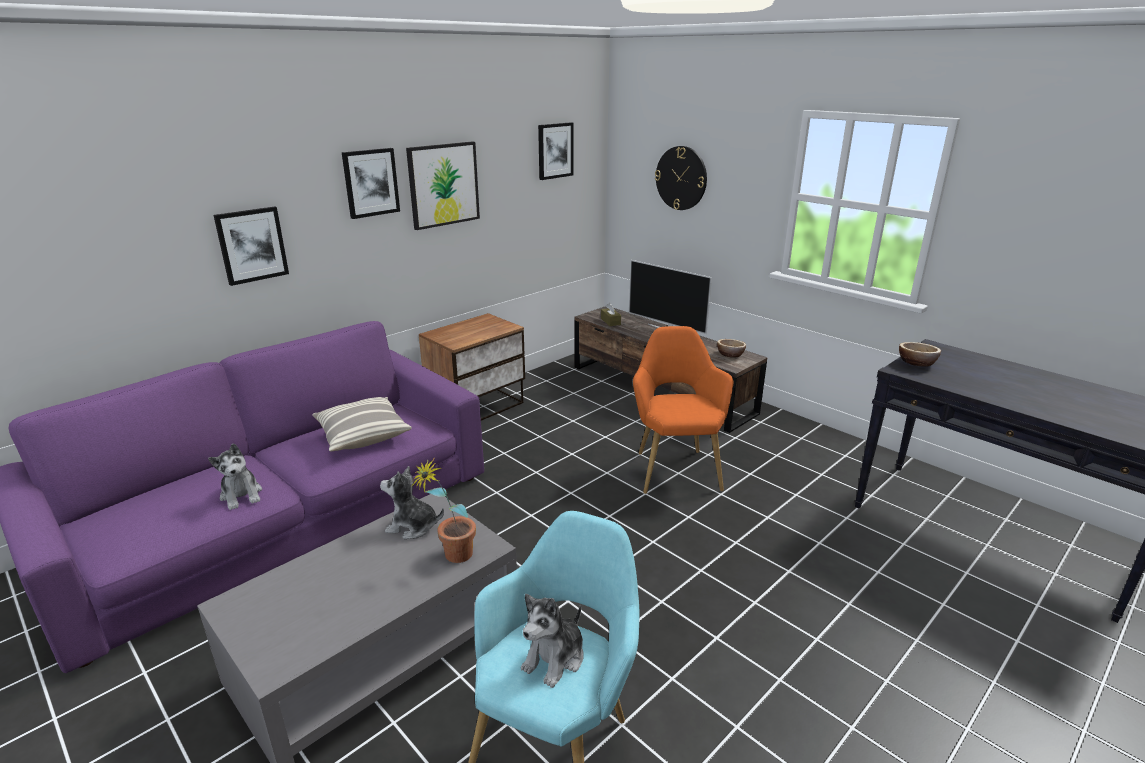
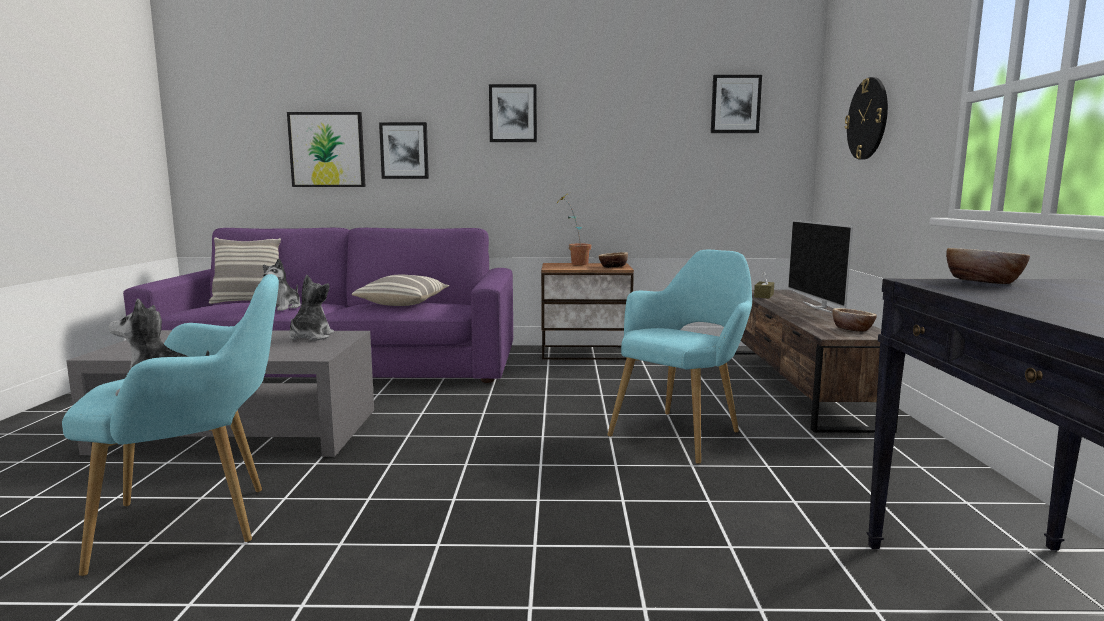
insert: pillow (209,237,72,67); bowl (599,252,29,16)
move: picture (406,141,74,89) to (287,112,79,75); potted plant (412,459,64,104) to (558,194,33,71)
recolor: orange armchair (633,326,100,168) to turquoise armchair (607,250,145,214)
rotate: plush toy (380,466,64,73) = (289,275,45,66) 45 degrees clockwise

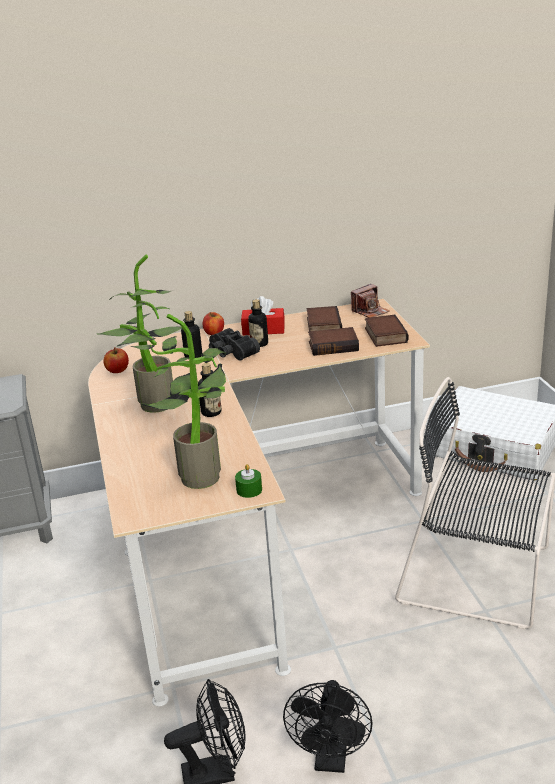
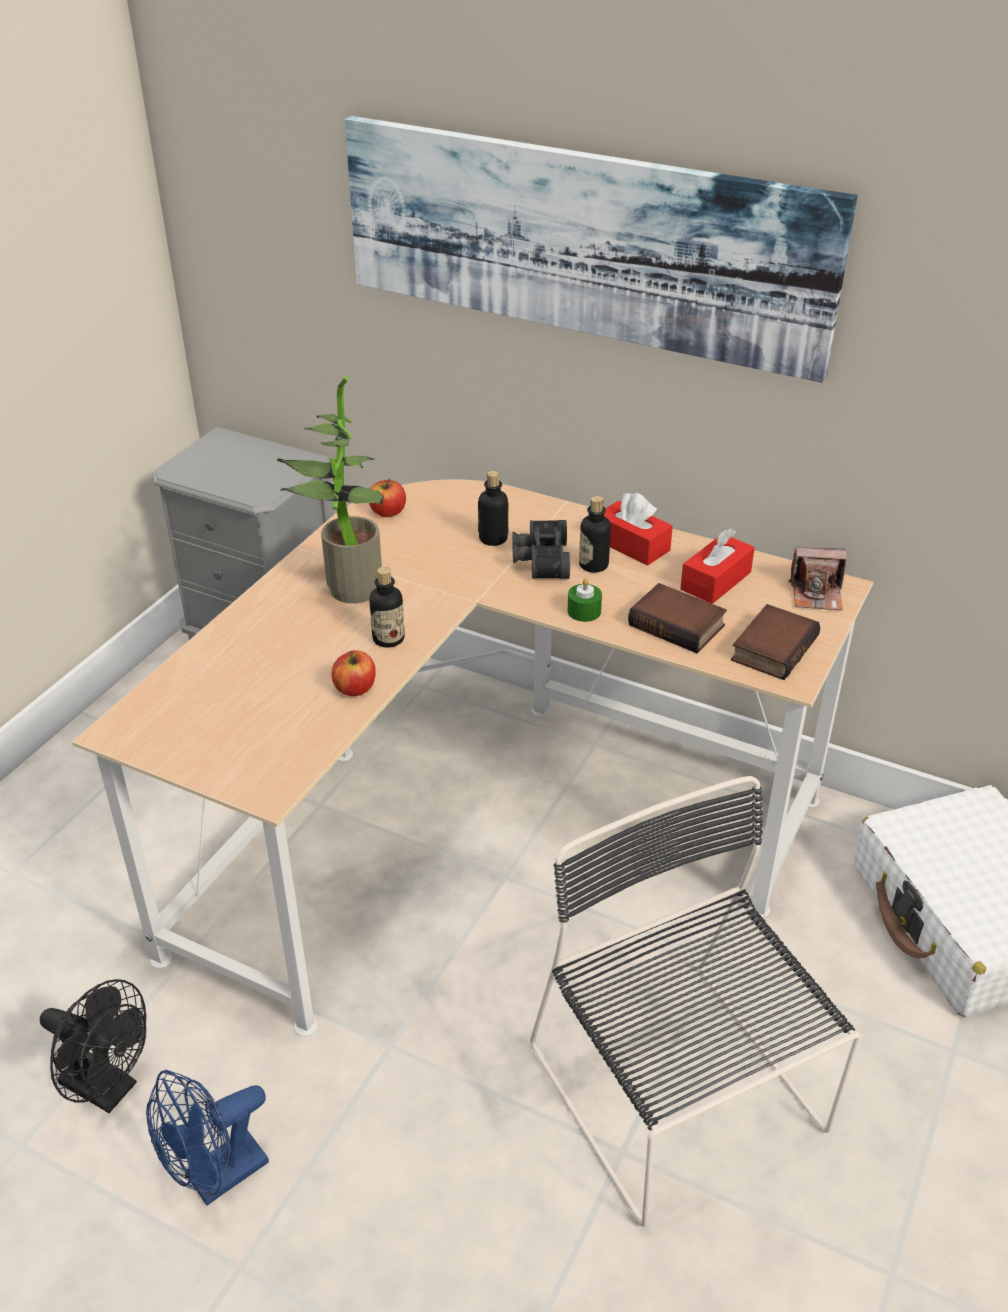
delete: potted plant (130,314,96,175)
insert: picture (345,116,512,267)
move: apple (202,312,22,23) to (332,650,44,46); green candle (235,464,27,34) to (568,578,34,44)
replace: book (307,306,35,25) to red tissue box (680,528,75,76)
recolor: black fan (283,680,90,93) to blue fan (146,1070,123,135)

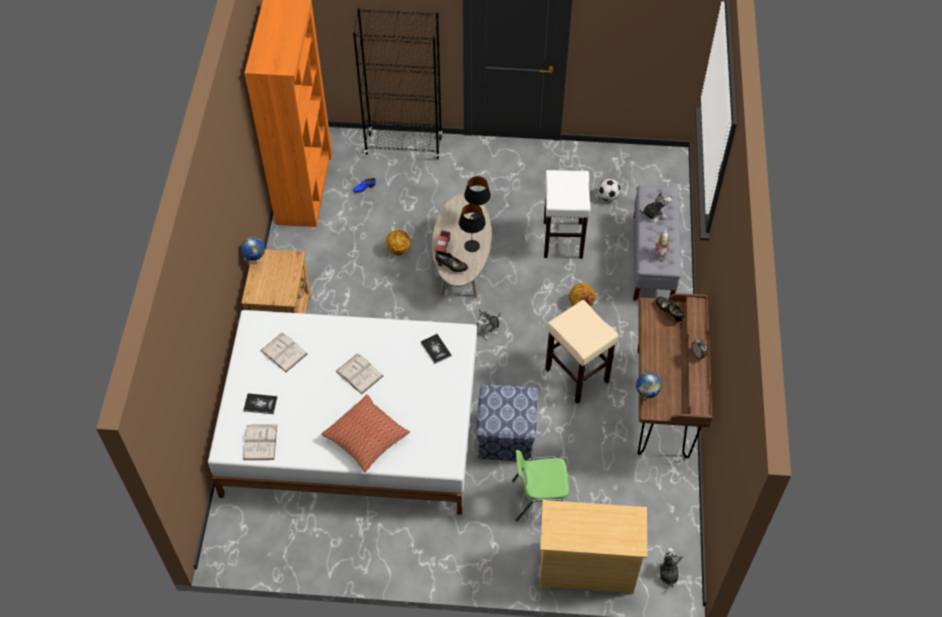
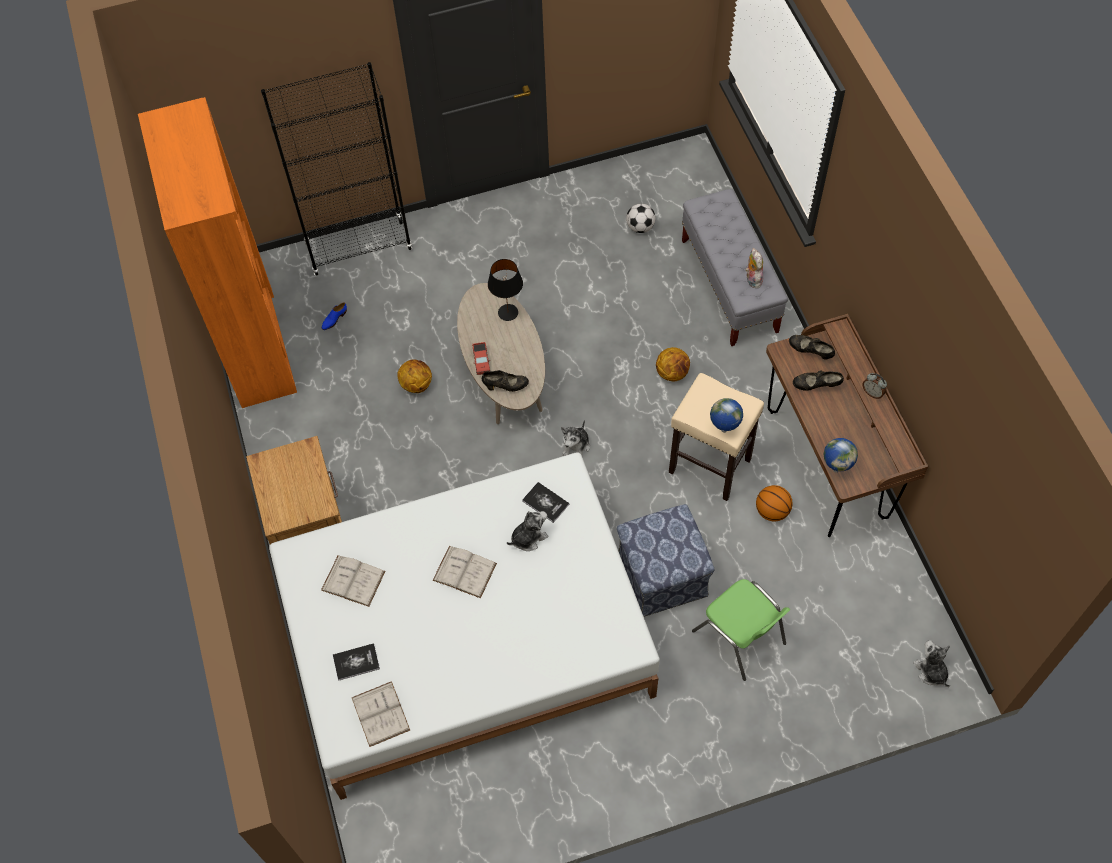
delete: pillow (321,394,89,78); black table lamp (459,204,27,48); beige dresser (540,500,107,94); white stool (544,170,47,89)
insert: basketball (756,485,37,36); black shoe (793,370,51,21)
move: plush toy (639,192,33,30) to (507,511,41,40); globe (241,237,24,27) to (710,398,33,35)
rotate: green chair (512,450,57,71) = (692,579,98,102) 105 degrees counterclockwise

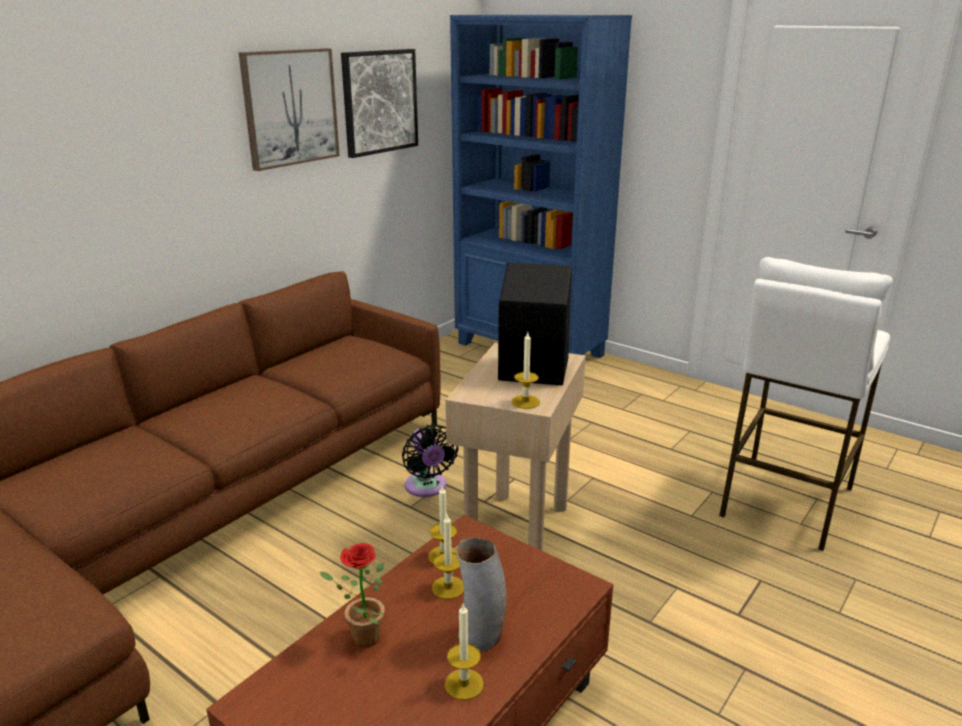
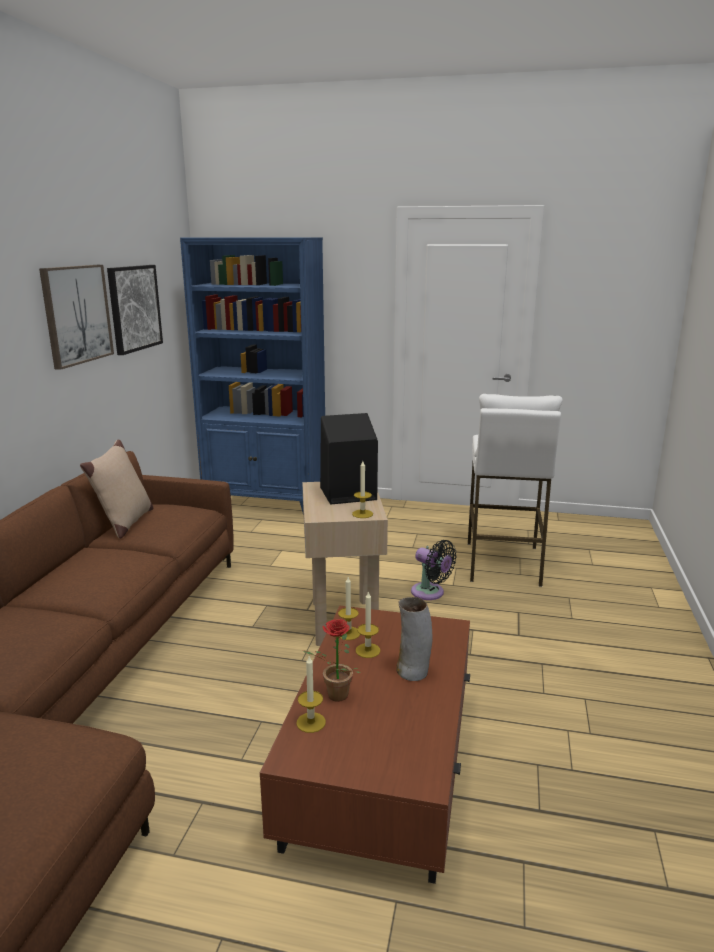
insert: beige pillow (80,439,74,100)
move: candle (445,604,39,96) to (296,656,30,77); black fan (402,425,57,72) to (411,540,46,60)

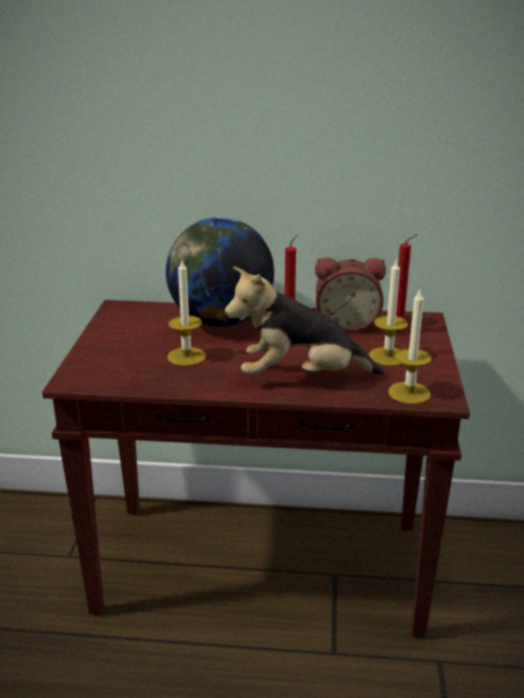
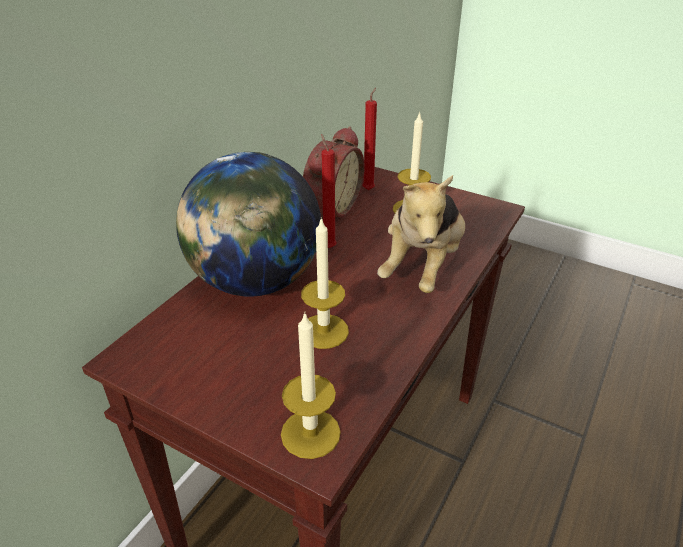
move: candle (388,290,44,114) to (281,313,60,146)

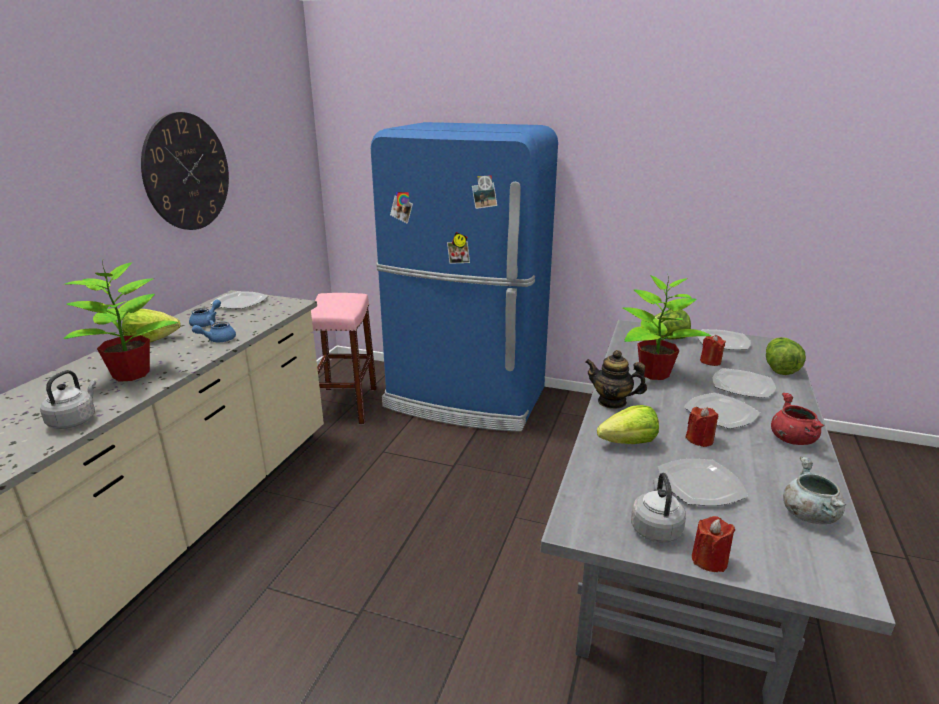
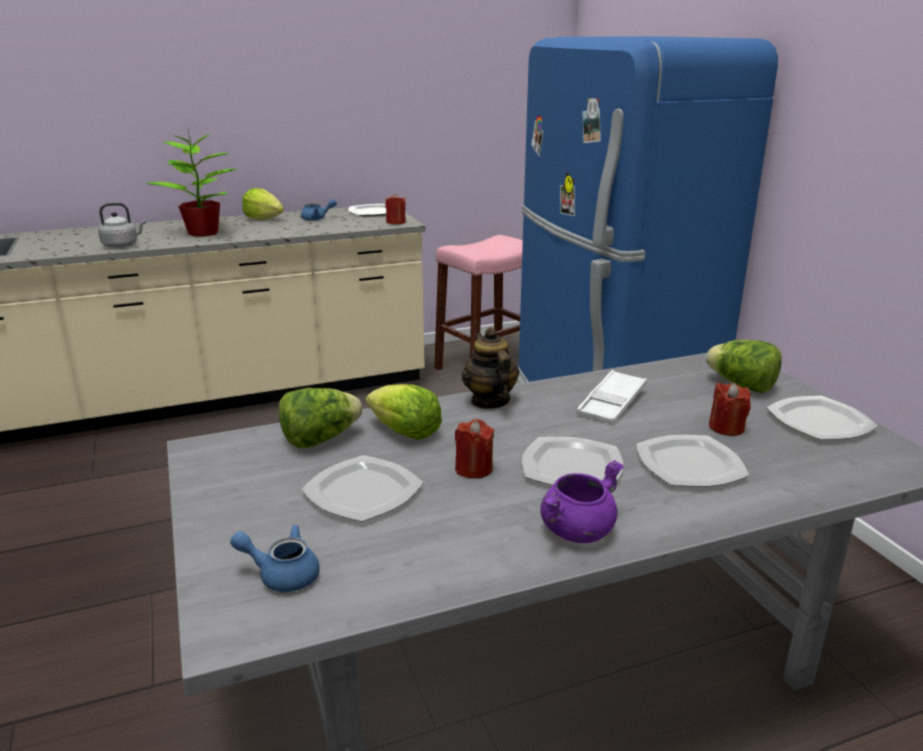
delete: wall clock (141,112,88,118); grey kettle (631,473,55,69); grey cooking pot (783,457,63,67)
move: blue teapot (192,320,44,22) to (230,524,90,68); lettuce (766,337,40,38) to (279,388,83,60); red candle (692,516,43,56) to (385,194,21,30)
replace: potted plant (623,275,88,105) to white tray (576,370,71,54)
recolor: red cooking pot (771,393,54,52) to purple cooking pot (540,460,83,83)

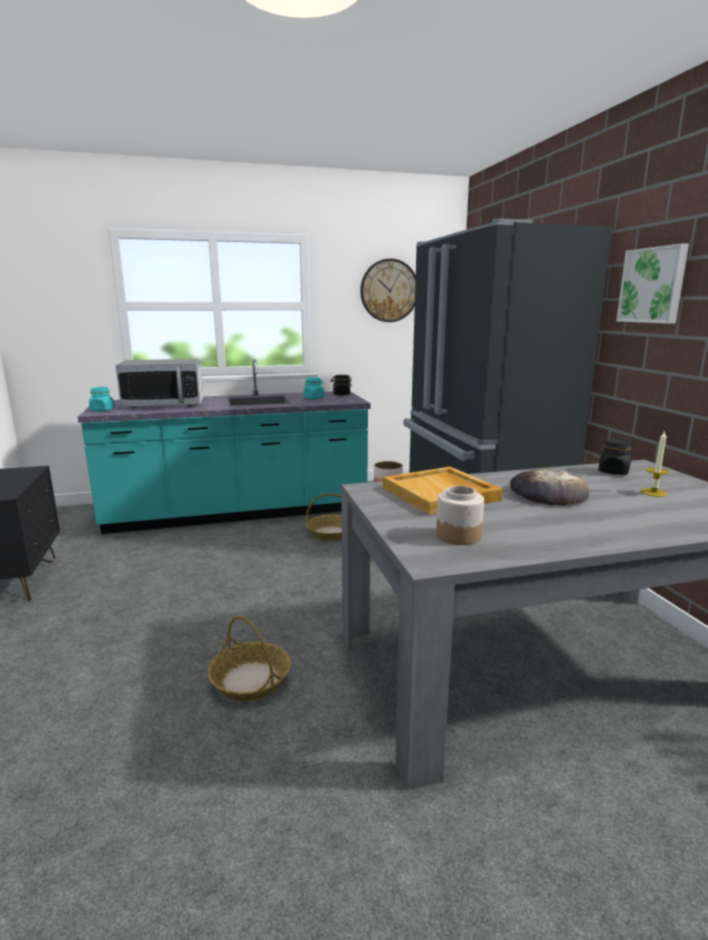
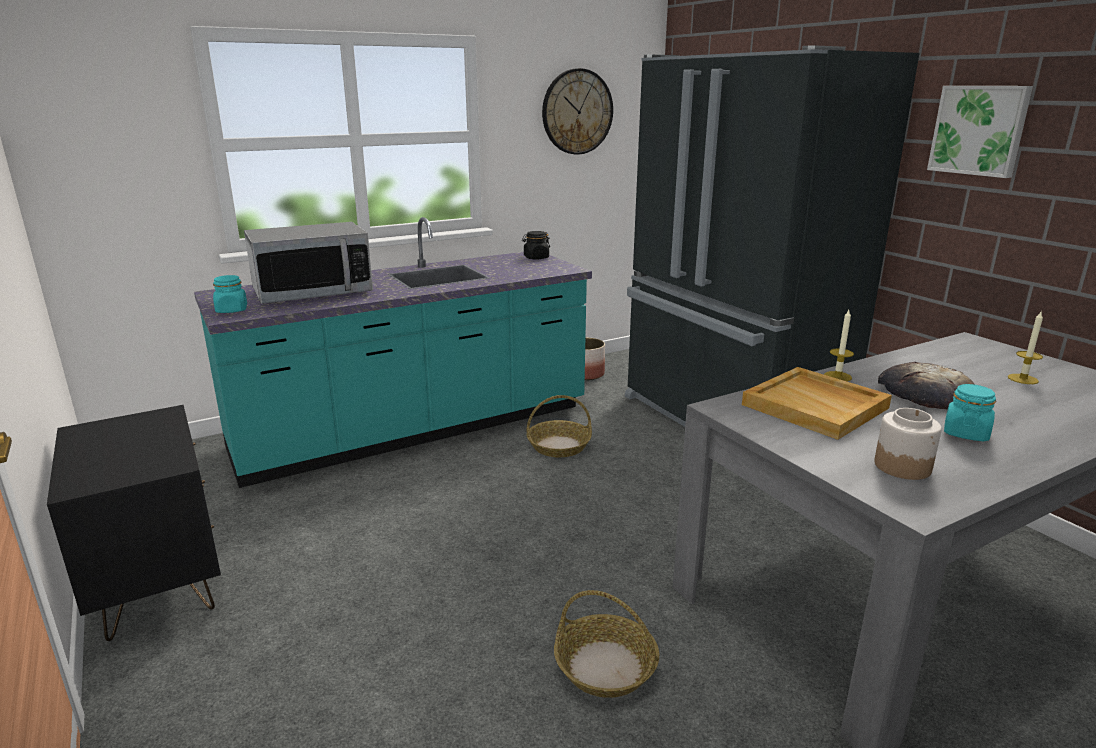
delete: black jar (598,439,33,36)
insert: candle (824,310,30,71)
move: turquoise jar (304,377,20,22) to (944,384,52,57)

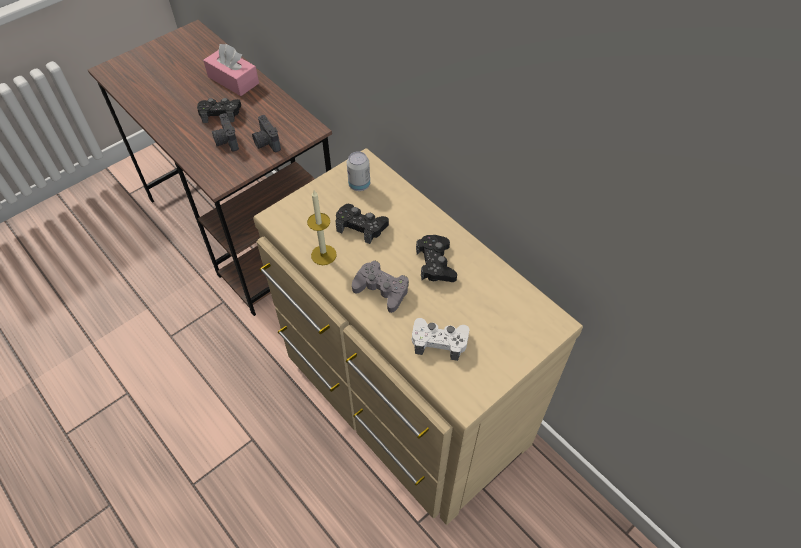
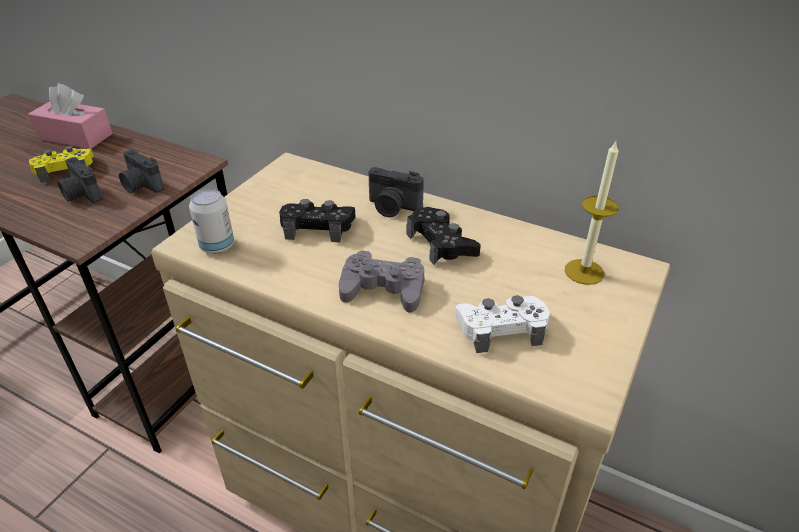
insert: photo camera (368,167,56,50)
move: can (347,151,23,40) to (189,188,45,66); candle (307,190,30,75) to (565,141,54,144)
recolor: black game controller (197,98,44,25) to yellow game controller (29,146,65,37)

